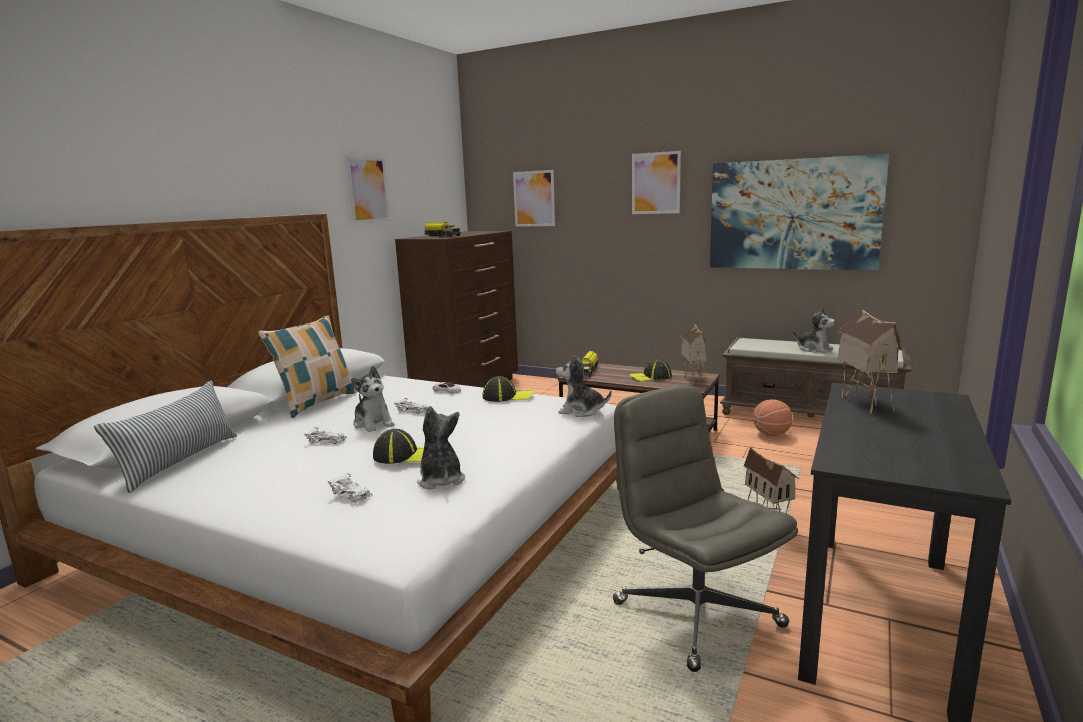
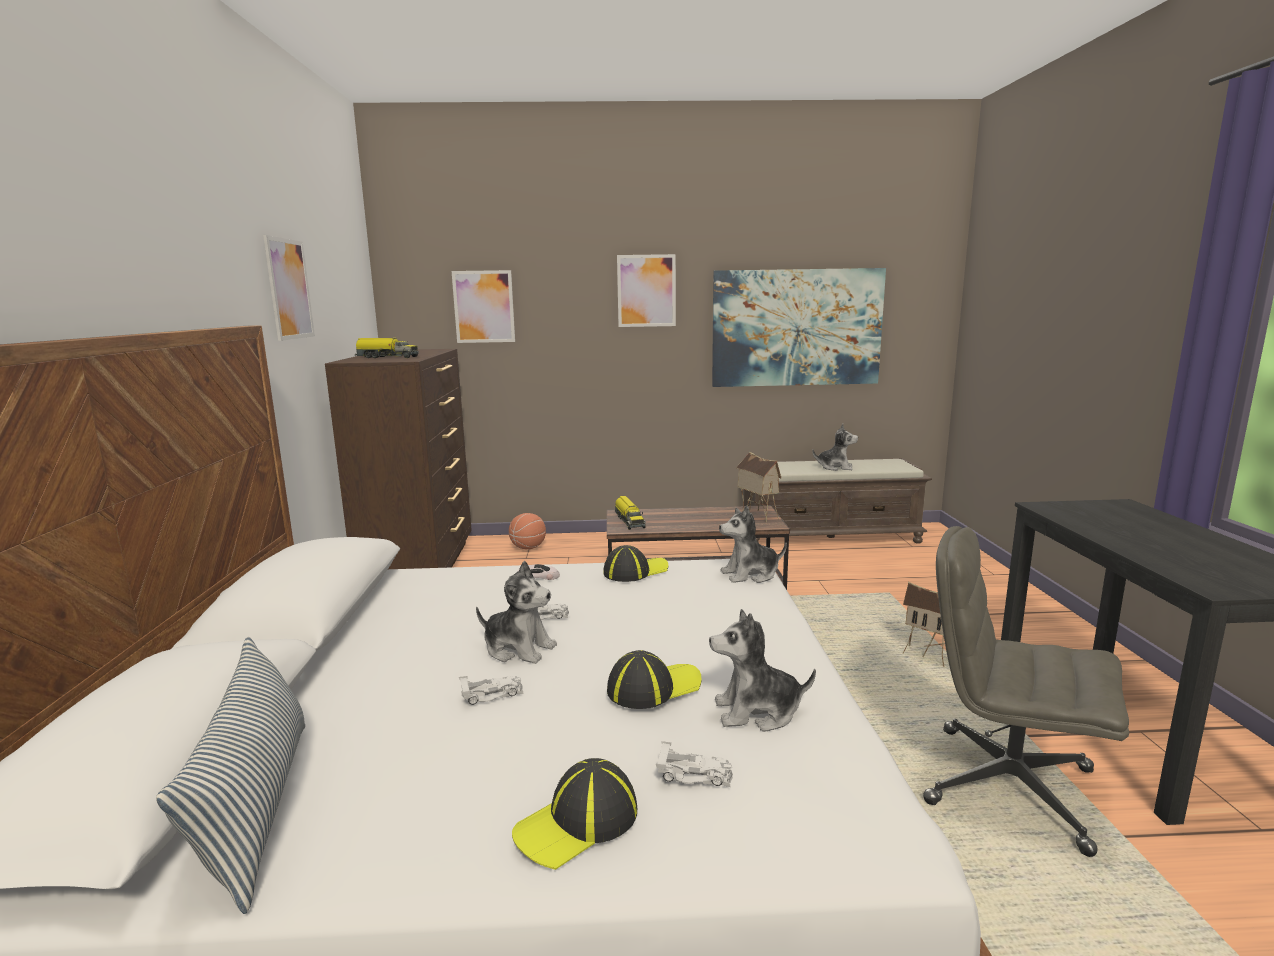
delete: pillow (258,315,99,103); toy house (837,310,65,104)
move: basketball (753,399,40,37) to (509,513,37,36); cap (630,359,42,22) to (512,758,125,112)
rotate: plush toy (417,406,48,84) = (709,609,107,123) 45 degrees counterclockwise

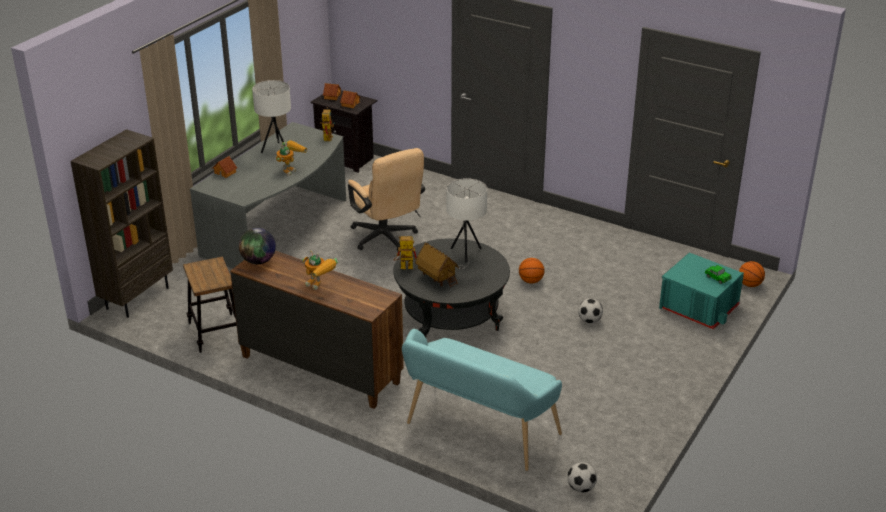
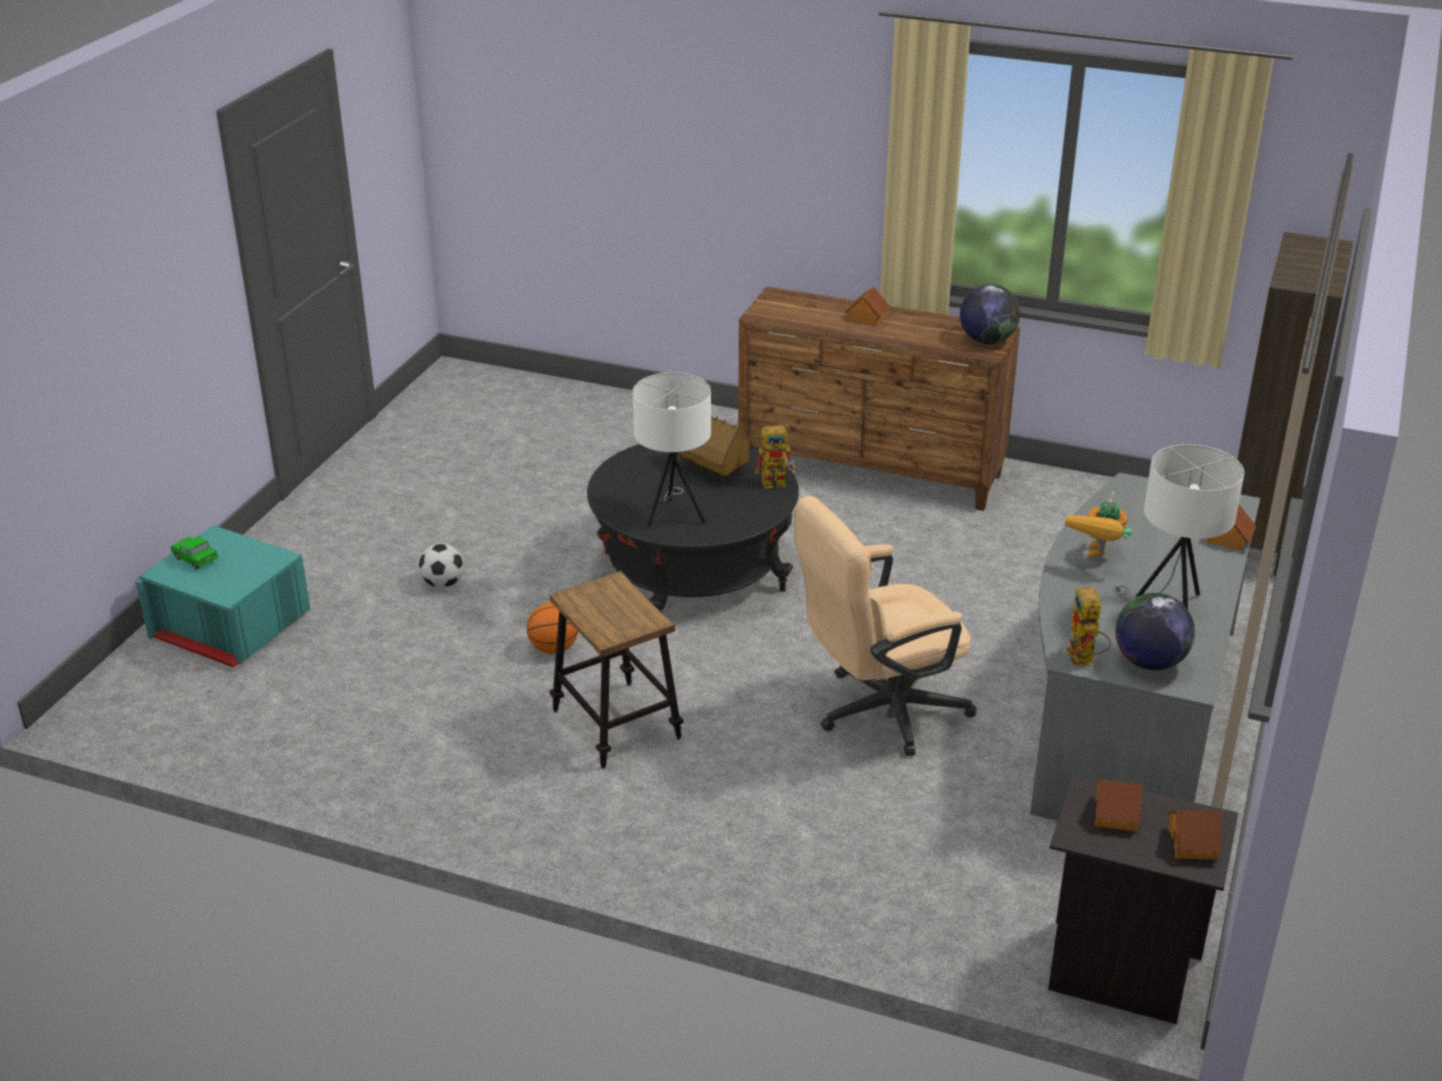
delete: turquoise bench (402,329,160,142); football (567,462,30,30); basketball (739,261,26,26)
insert: globe (1115,593,80,77)
move: stool (183,256,54,97) to (550,571,134,198)
replace: toy robot (302,251,36,39) to toy house (845,286,45,40)
rotate: beige office chair (348,148,77,103) = (794,496,183,260) 75 degrees counterclockwise

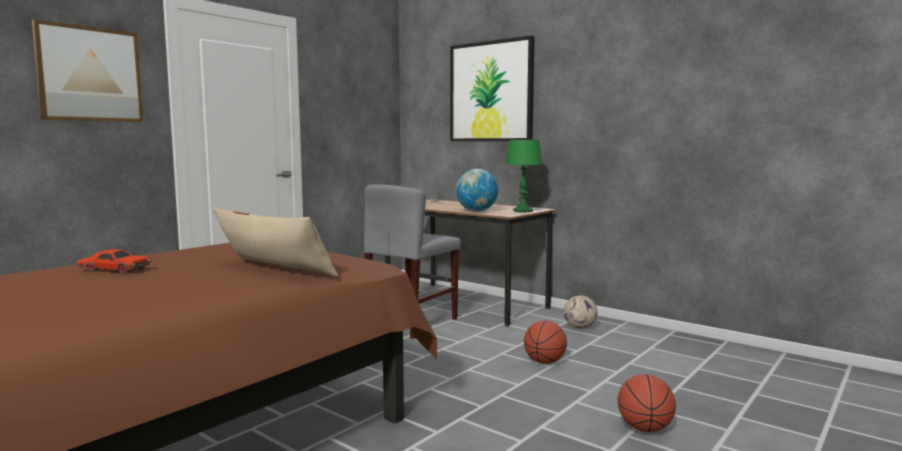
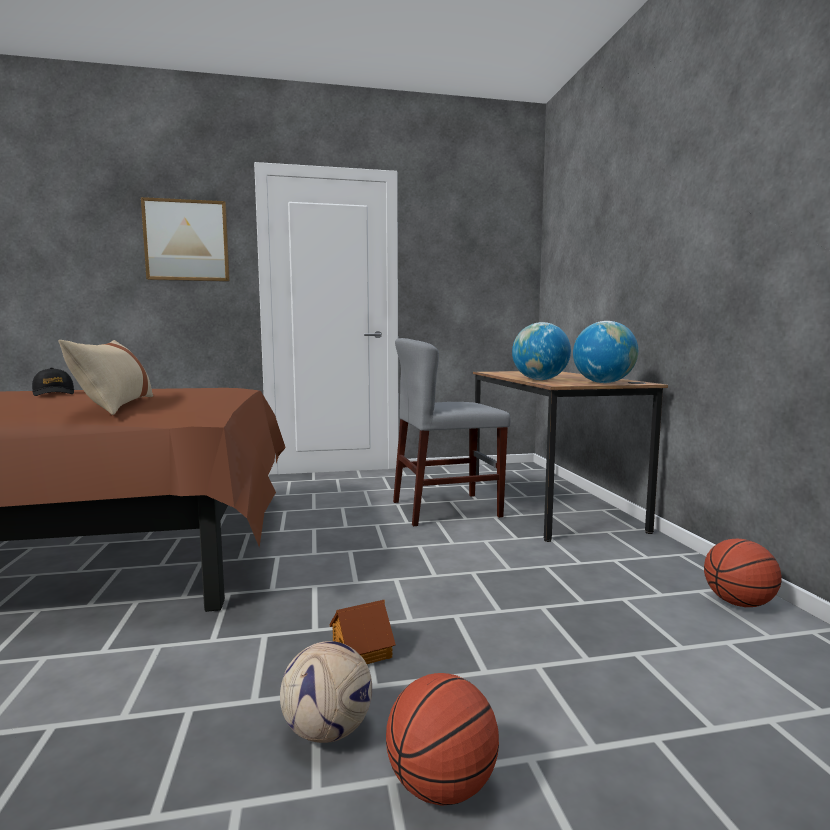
delete: picture (450,35,84,106)
insert: toy house (329,600,67,64)
move: football (563,295,35,34) to (280,641,92,102); basketball (524,320,43,44) to (704,539,78,68)
replace: red toy car (76,249,76,25) to black cap (32,368,42,28); green table lamp (506,140,36,72) to globe (573,321,65,62)

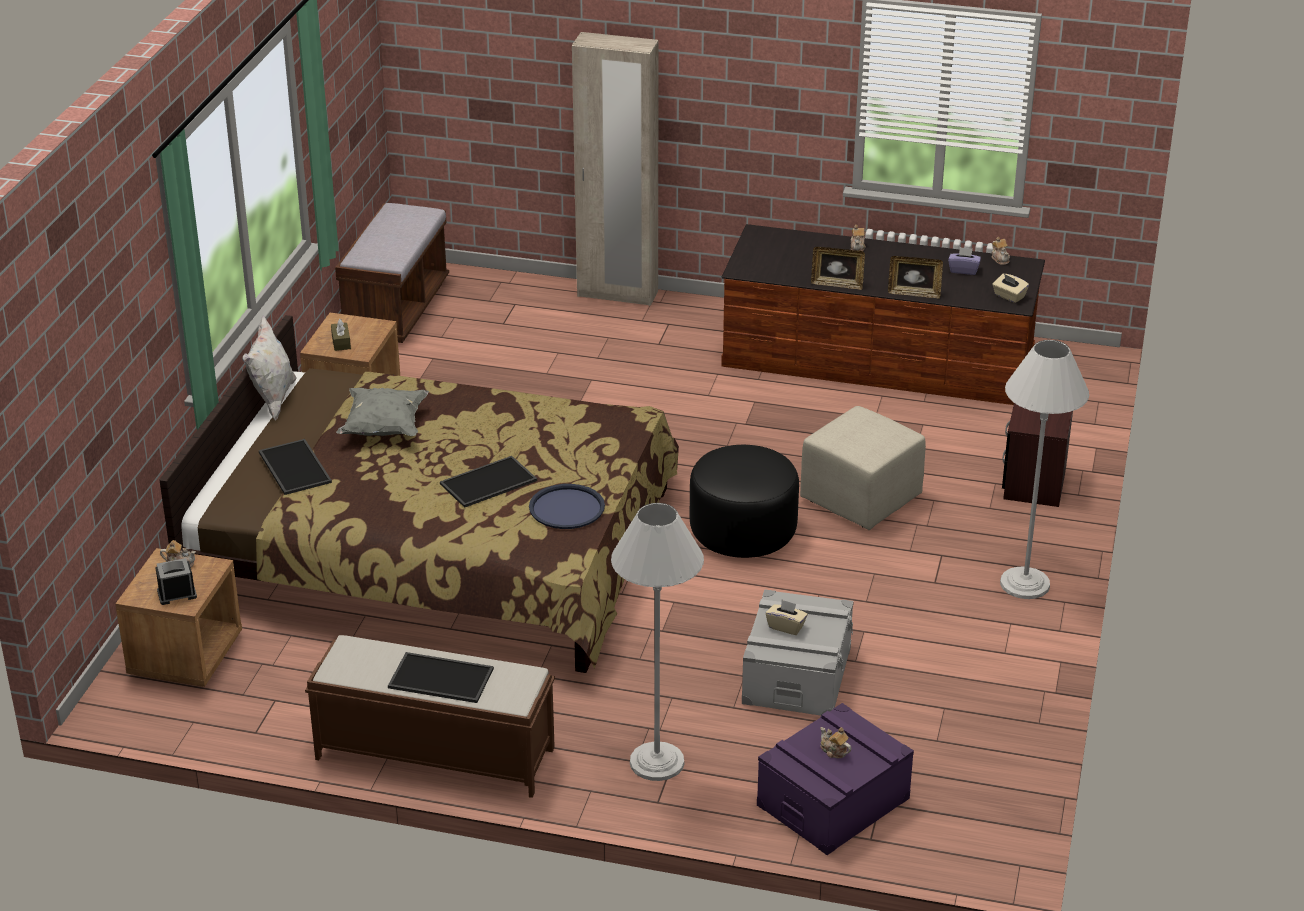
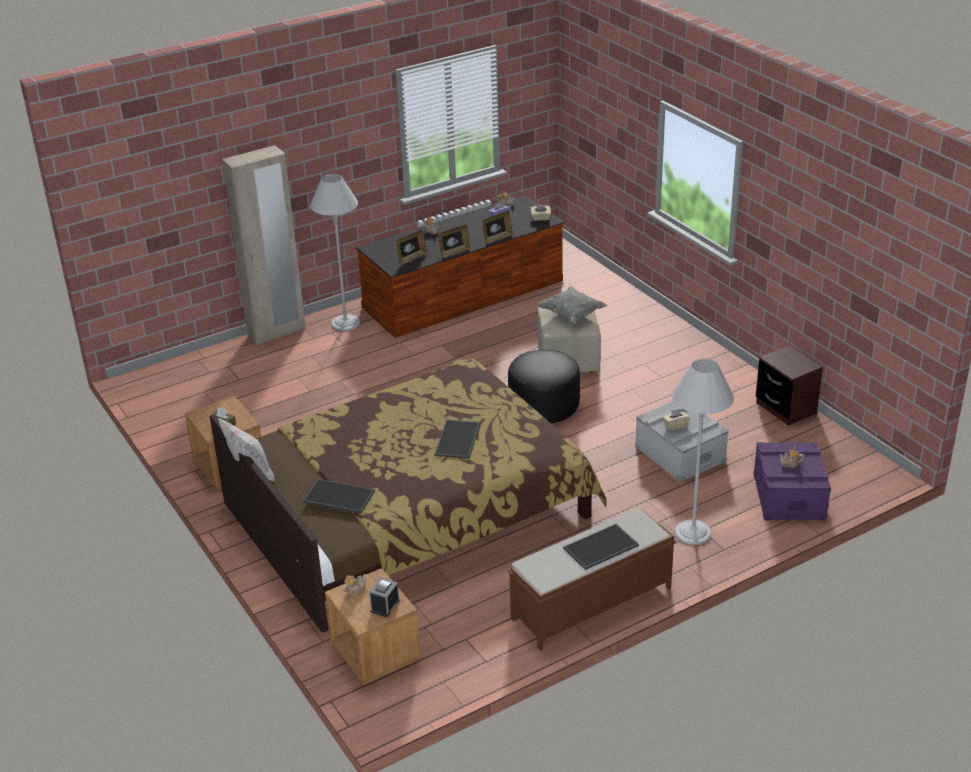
delete: brown bench (335,203,114,140); blue tray (529,484,76,45)
insert: picture frame (396,230,32,35)
move: white floor lamp (1000,340,89,259) to (310,174,50,157); grey pillow (336,388,93,48) to (536,286,71,37); brown nightstand (1002,403,71,104) to (756,346,67,80)

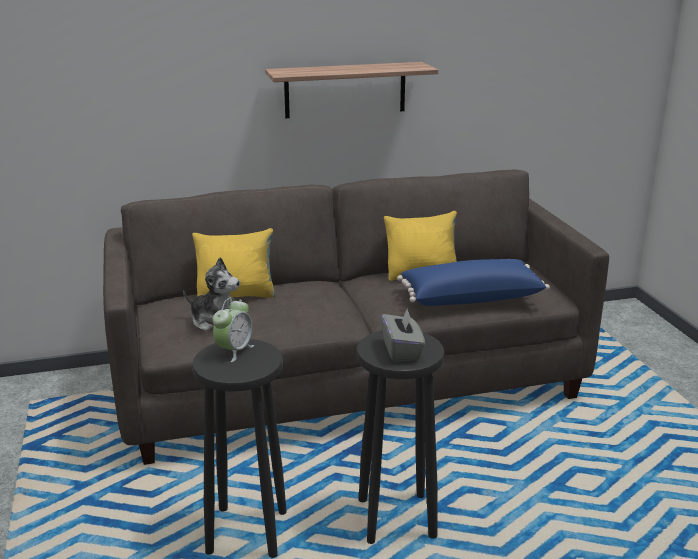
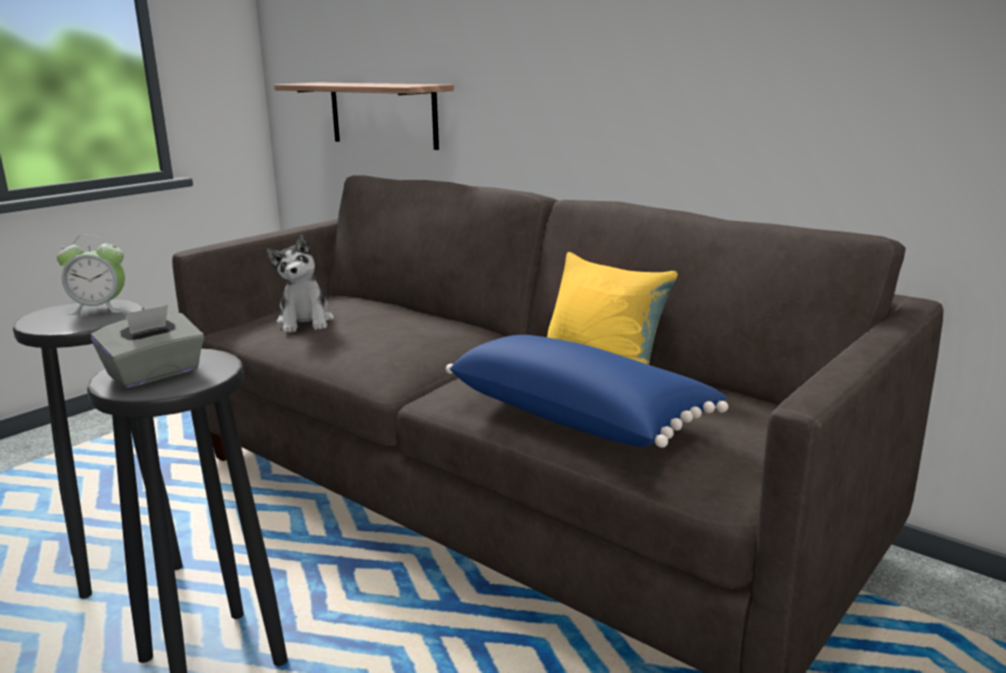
delete: yellow pillow (192,228,84,70)
move: shelf (265,62,173,56) to (274,83,180,67)

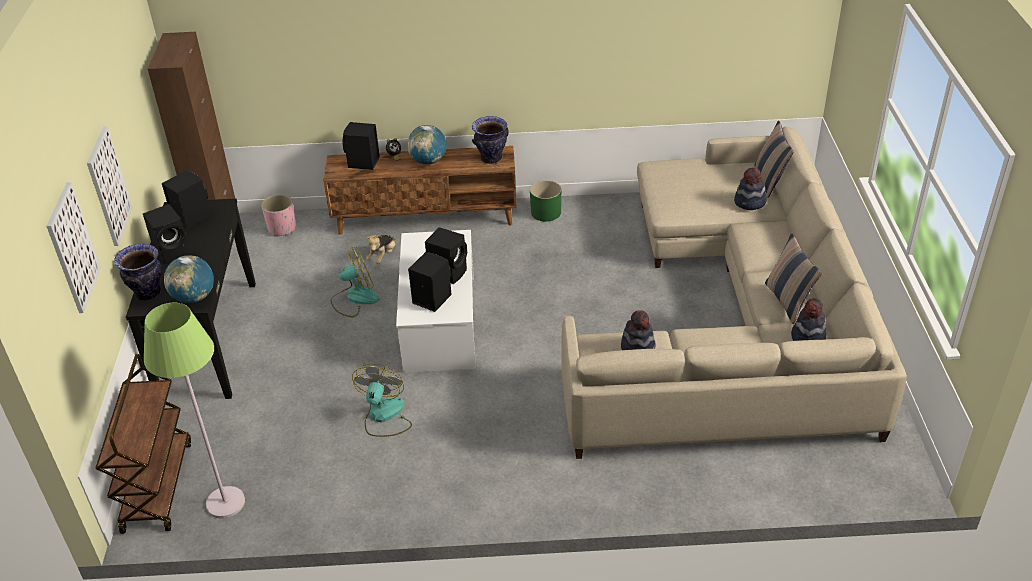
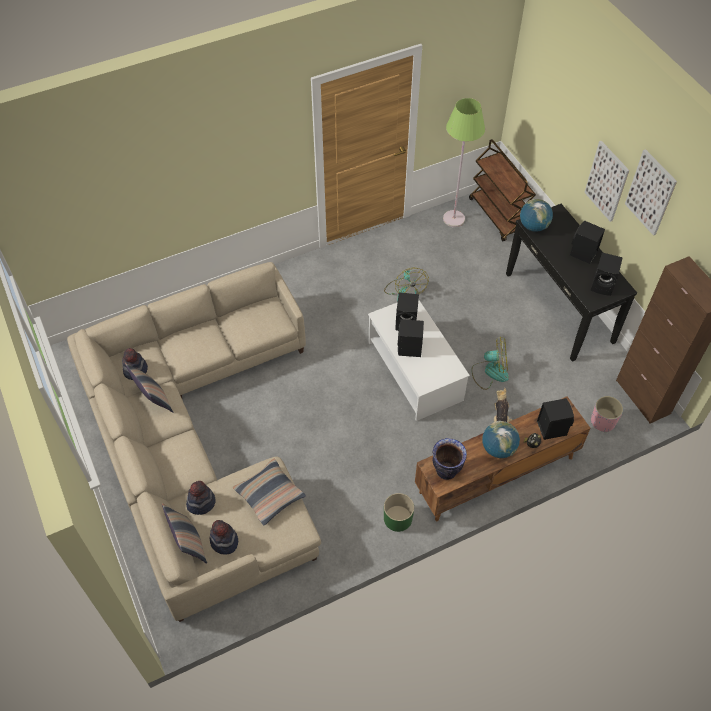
delete: vase (114,244,48,57)
insert: pillow (233,459,73,67)
move: hat (621,310,35,40) to (209,520,29,34); picture (46,182,55,131) to (625,149,52,87)
rotate: fan (331,247,48,70) = (471,337,38,53) 135 degrees counterclockwise

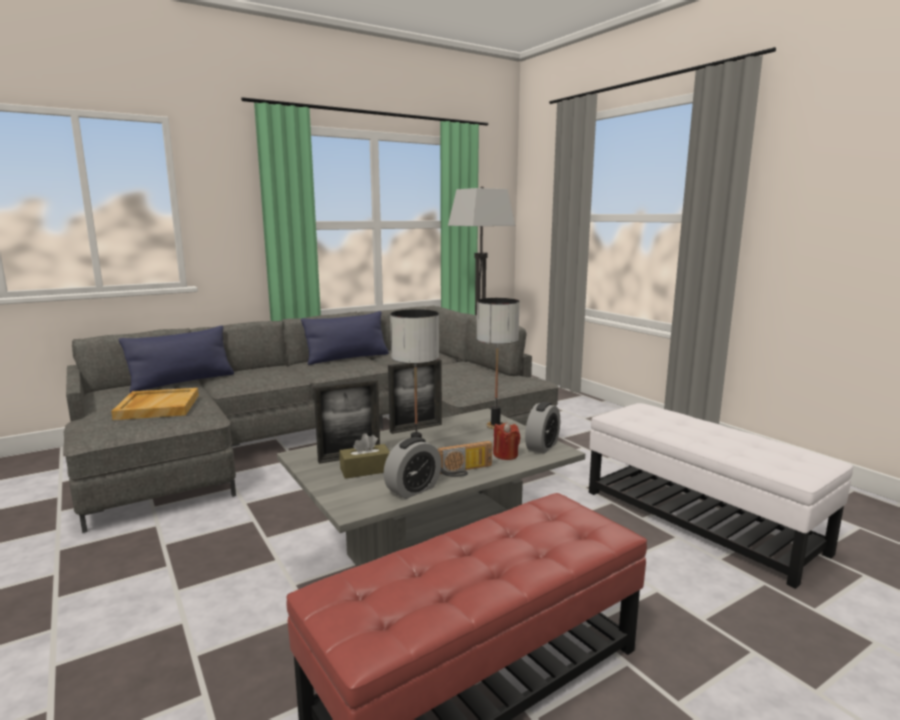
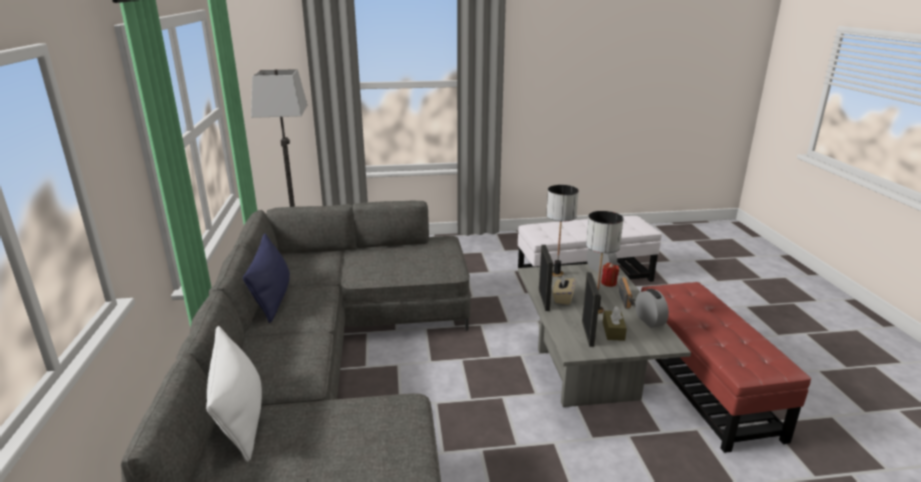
delete: beige tray (111,388,88,32)
insert: beige tissue box (553,275,23,30)
recolor: blue pillow (119,326,115,67) to white pillow (206,326,56,136)

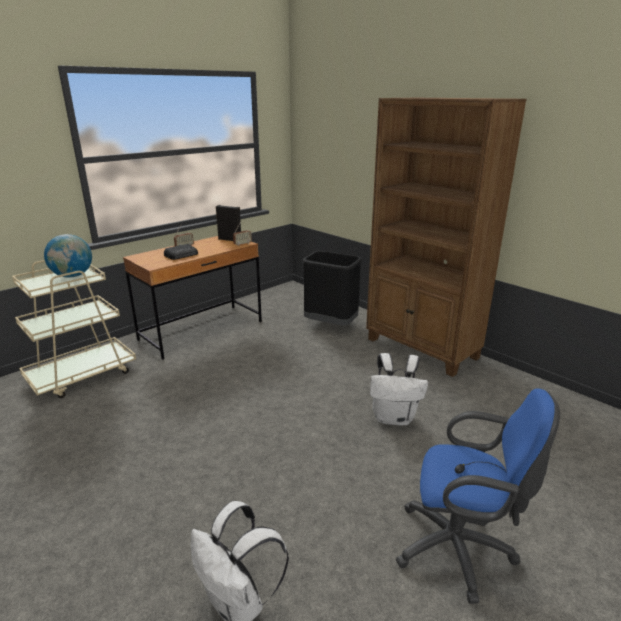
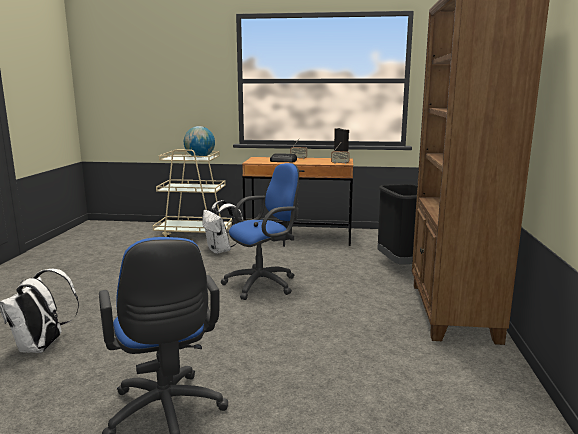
insert: blue office chair (221,163,78,137)
move: white backpack (370,353,58,72) to (203,200,40,54)

